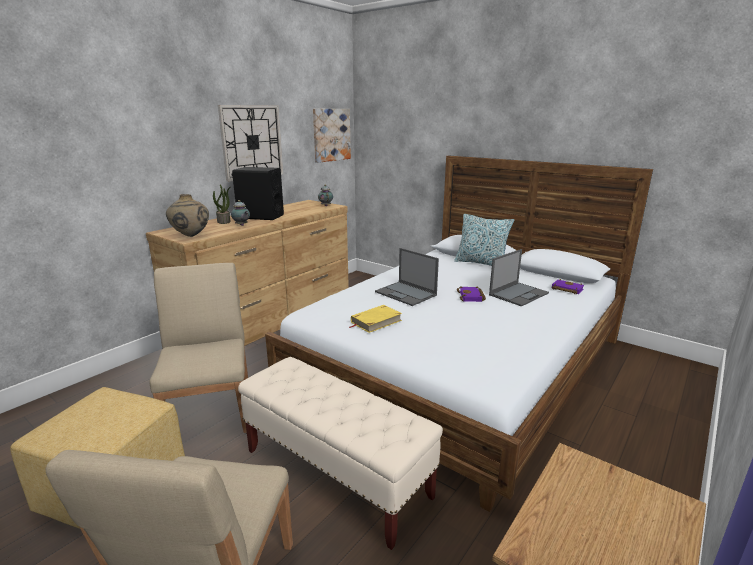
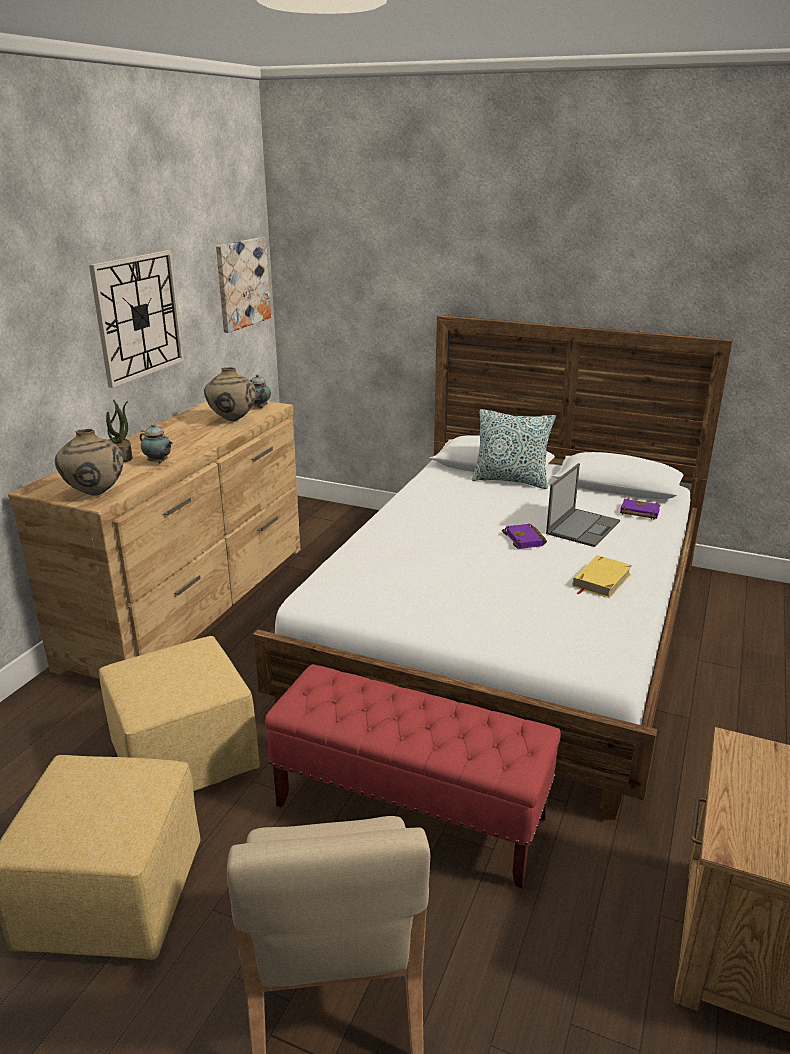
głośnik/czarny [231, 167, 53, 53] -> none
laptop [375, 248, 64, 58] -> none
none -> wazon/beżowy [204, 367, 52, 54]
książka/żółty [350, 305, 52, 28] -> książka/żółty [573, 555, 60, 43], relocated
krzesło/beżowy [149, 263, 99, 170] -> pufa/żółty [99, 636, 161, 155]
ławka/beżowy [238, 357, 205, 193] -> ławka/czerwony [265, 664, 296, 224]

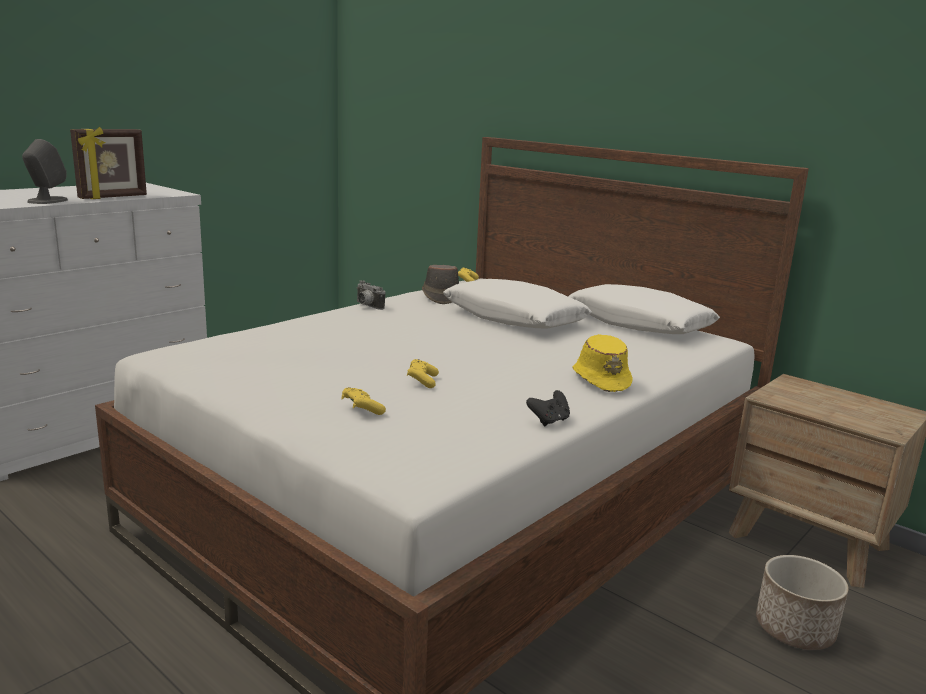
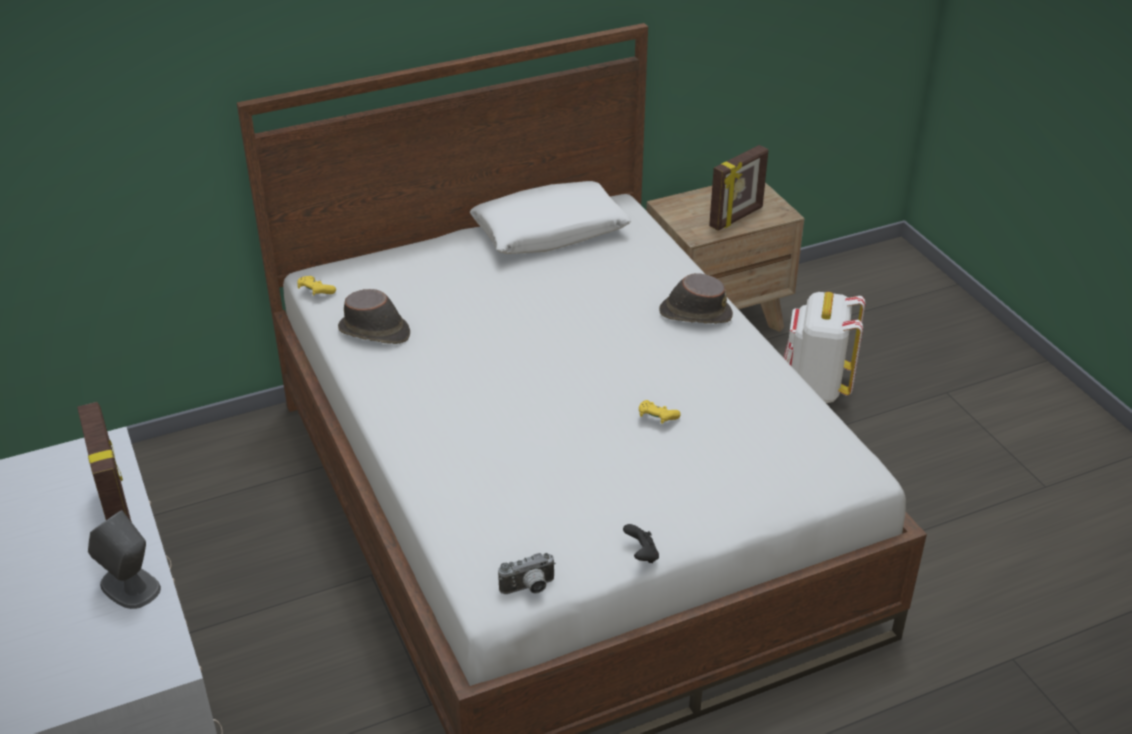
pad do gier/żółty [342, 387, 44, 28] -> none
poduszka/biały [443, 279, 149, 49] -> none
none -> ramka na zdjęcie [709, 145, 60, 86]
aparat fotograficzny [357, 280, 28, 30] -> aparat fotograficzny [498, 553, 58, 41], relocated
pad do gier/czarny [526, 390, 44, 36] -> pad do gier/czarny [623, 524, 36, 39], relocated
donica [756, 555, 93, 95] -> plecak/biały [784, 292, 81, 111]
kapelusz/żółty [573, 334, 60, 58] -> kapelusz/brązowy [659, 273, 74, 51]

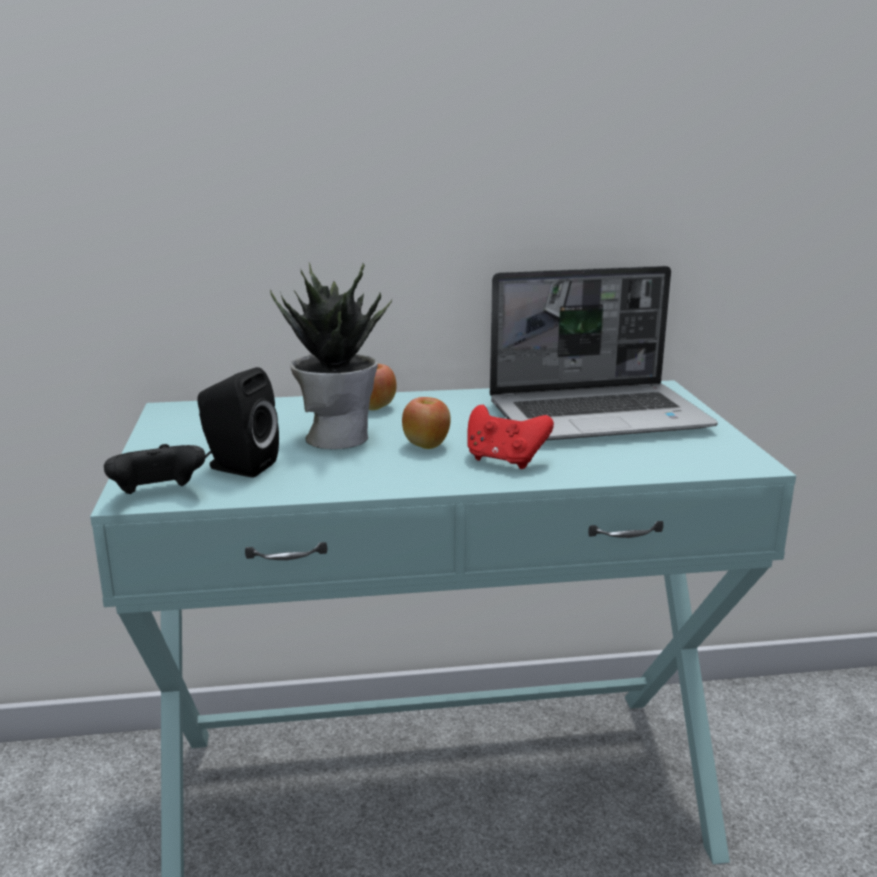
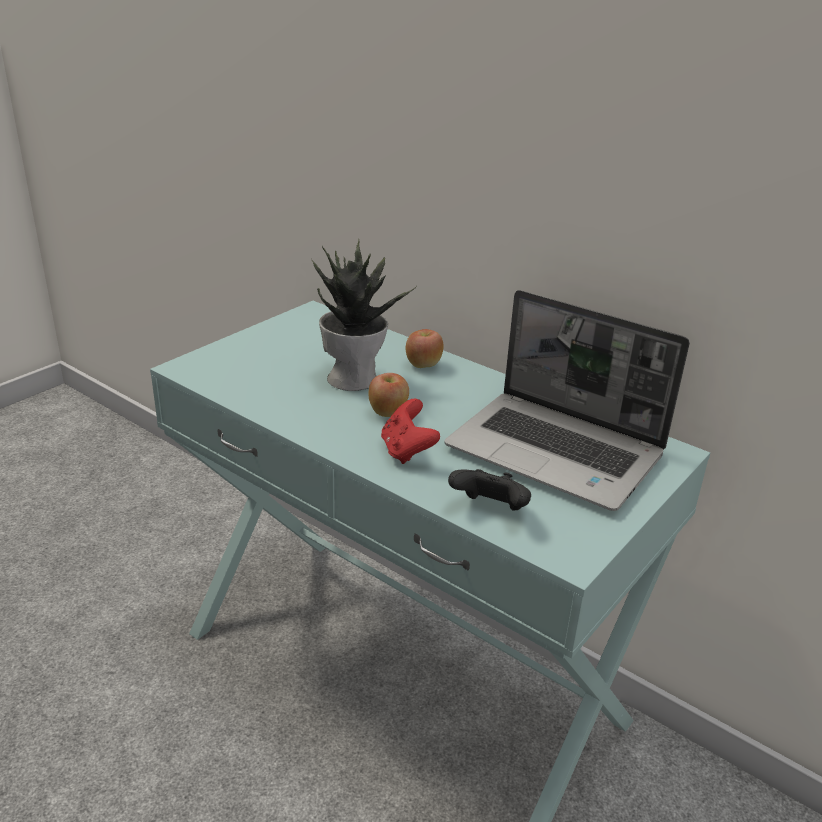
głośnik/czarny [197, 367, 82, 111] -> none
pad do gier/czarny [104, 444, 102, 50] -> pad do gier/czarny [448, 469, 83, 42], relocated

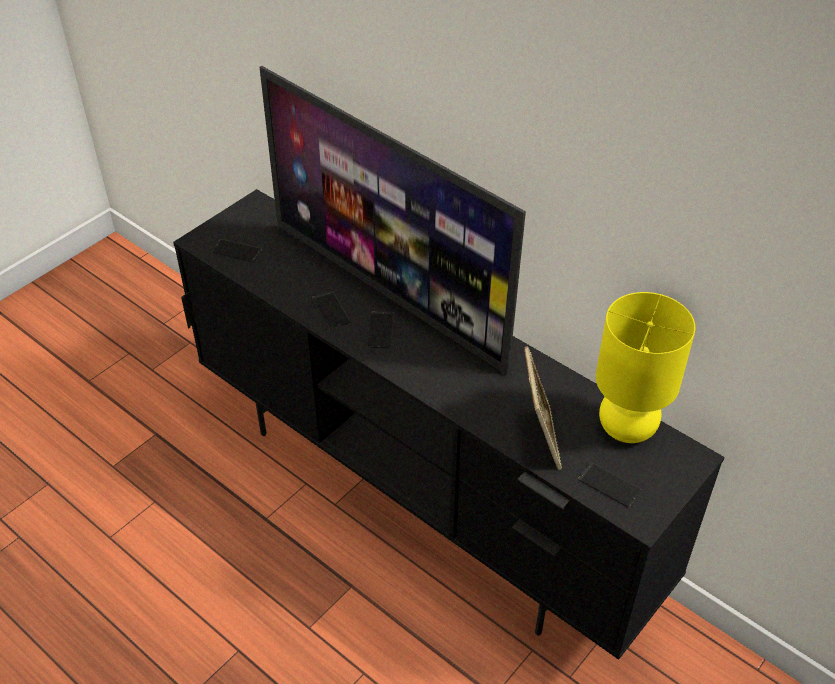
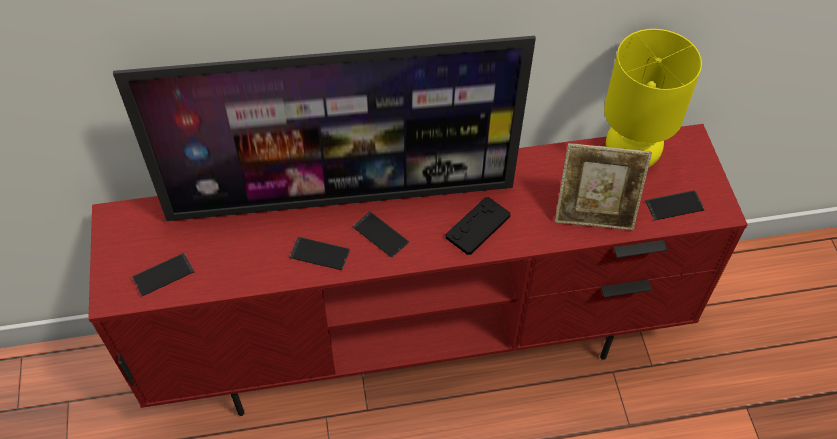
none -> pad do gier/czarny [446, 197, 65, 58]
szafka pod telewizor/czarny [173, 189, 551, 471] -> szafka pod telewizor/czerwony [88, 124, 660, 292]
ramka na zdjęcie [524, 346, 38, 124] -> ramka na zdjęcie [555, 143, 97, 87], 150 degrees clockwise

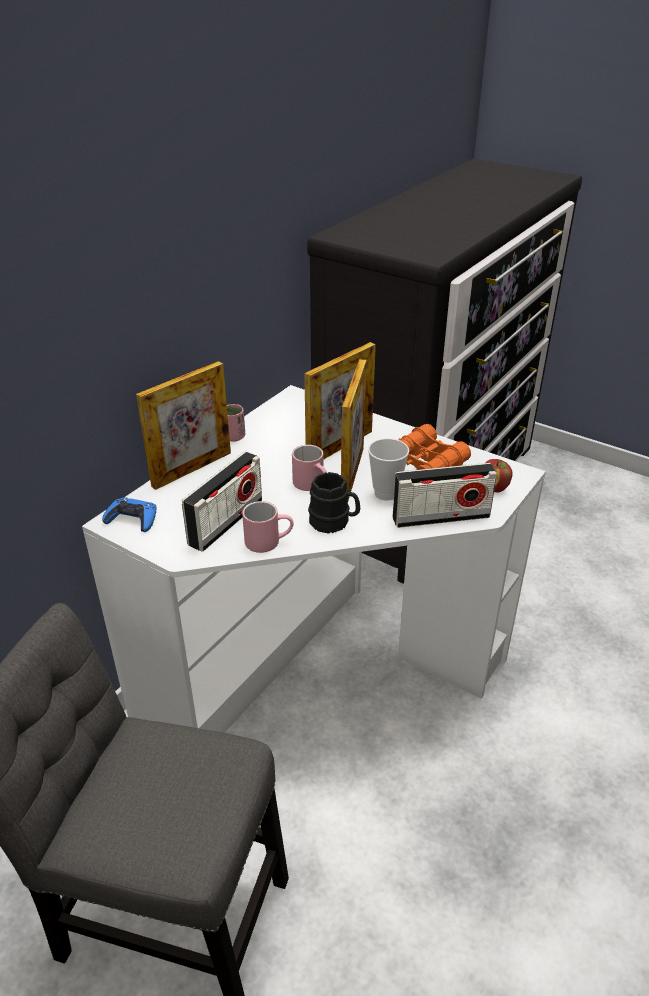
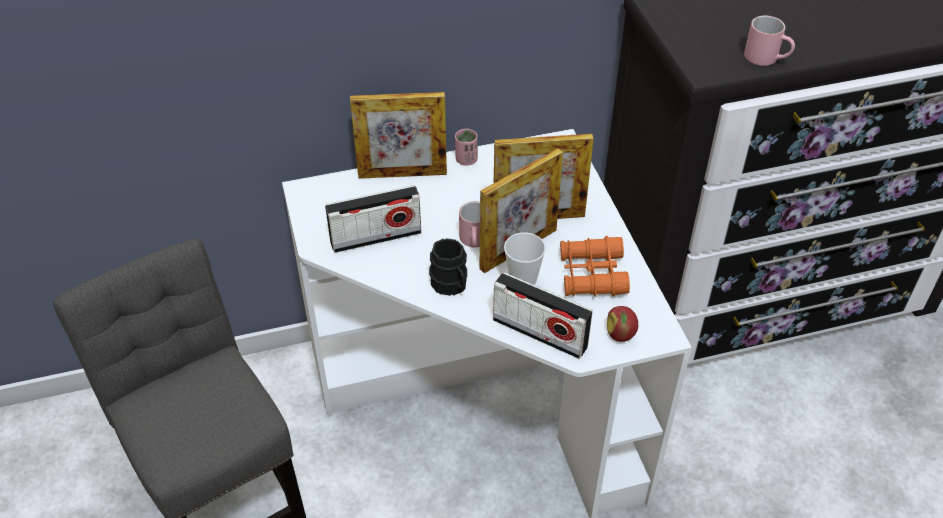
pad do gier/niebieski [102, 498, 54, 34] -> none
kubek/różowy [242, 501, 52, 52] -> kubek/różowy [744, 16, 51, 50], relocated

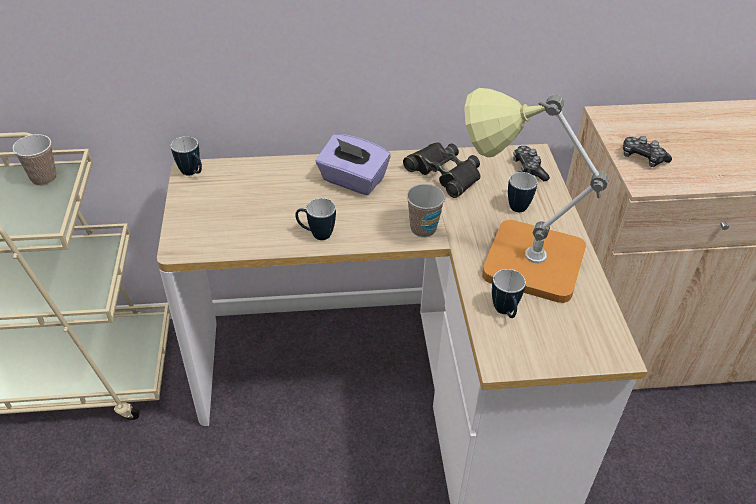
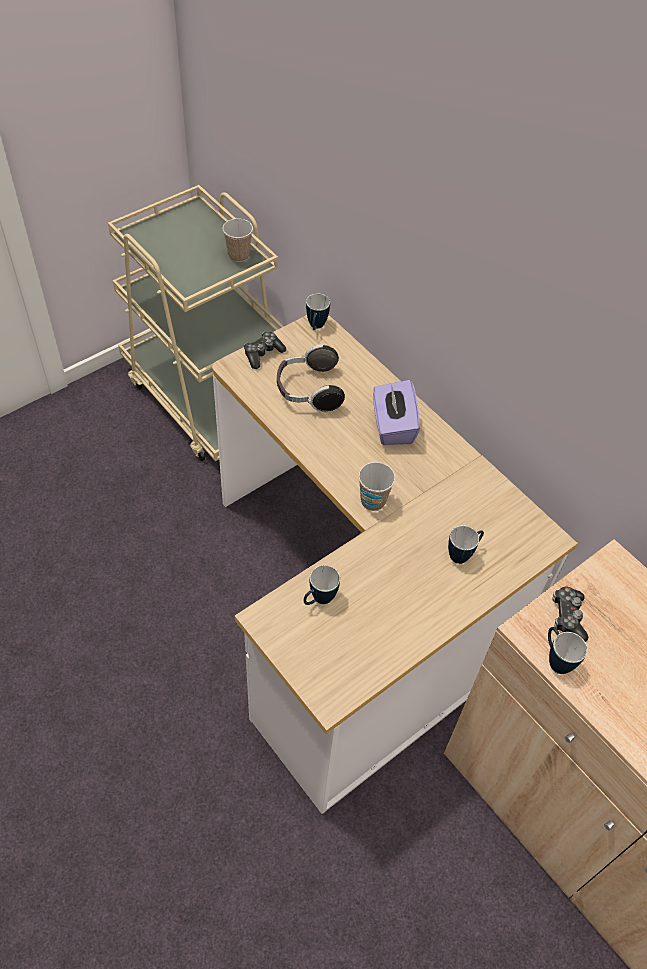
lornetka/czarny [403, 142, 78, 56] -> none
lampa stołowa [464, 88, 145, 215] -> none
none -> słuchawki [277, 344, 68, 68]
kubek [295, 198, 41, 42] -> kubek [548, 627, 39, 47], relocated
pad do gier [513, 146, 37, 35] -> pad do gier [244, 332, 42, 37], relocated

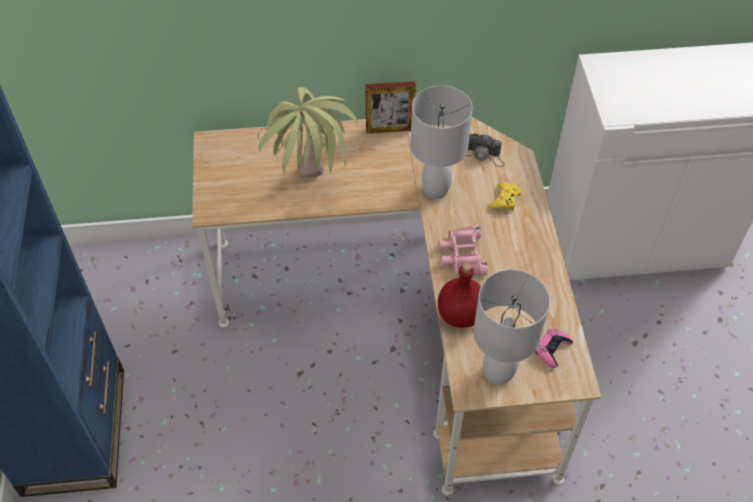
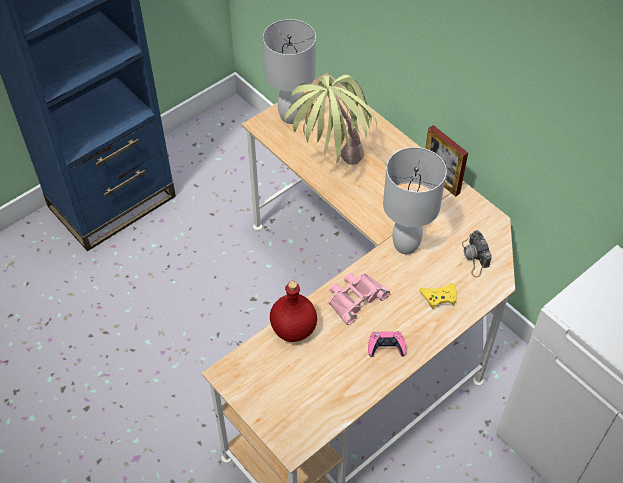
lampa stołowa/biały [473, 270, 77, 115] -> lampa stołowa/biały [263, 19, 53, 105], relocated
pad do gier/różowy [535, 329, 38, 39] -> pad do gier/różowy [368, 331, 38, 26], relocated

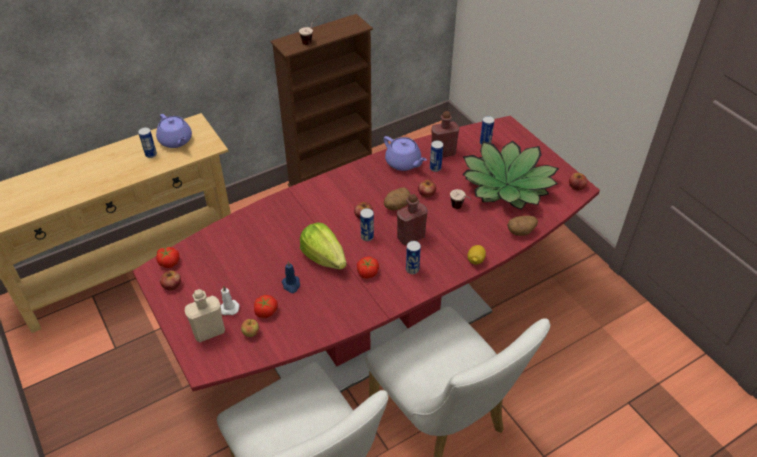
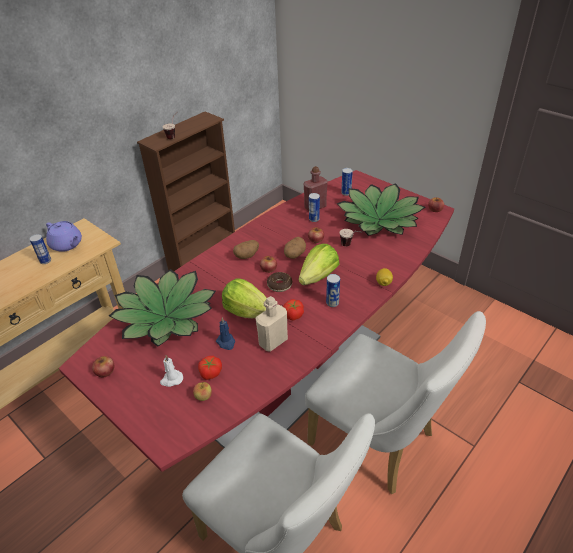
pomidor [156, 247, 23, 21] -> none
imbryk/fioletowy [383, 136, 44, 35] -> none
none -> roślina doniczkowa [109, 269, 107, 78]
butelka/beżowy [185, 289, 40, 53] -> butelka/beżowy [256, 296, 32, 56], relocated
ziemniak [507, 216, 31, 20] -> ziemniak [233, 240, 26, 19], relocated
puszka [360, 208, 14, 33] -> donut [267, 272, 25, 20]
butelka/czerwony [397, 194, 31, 51] -> sałata [299, 244, 41, 41]

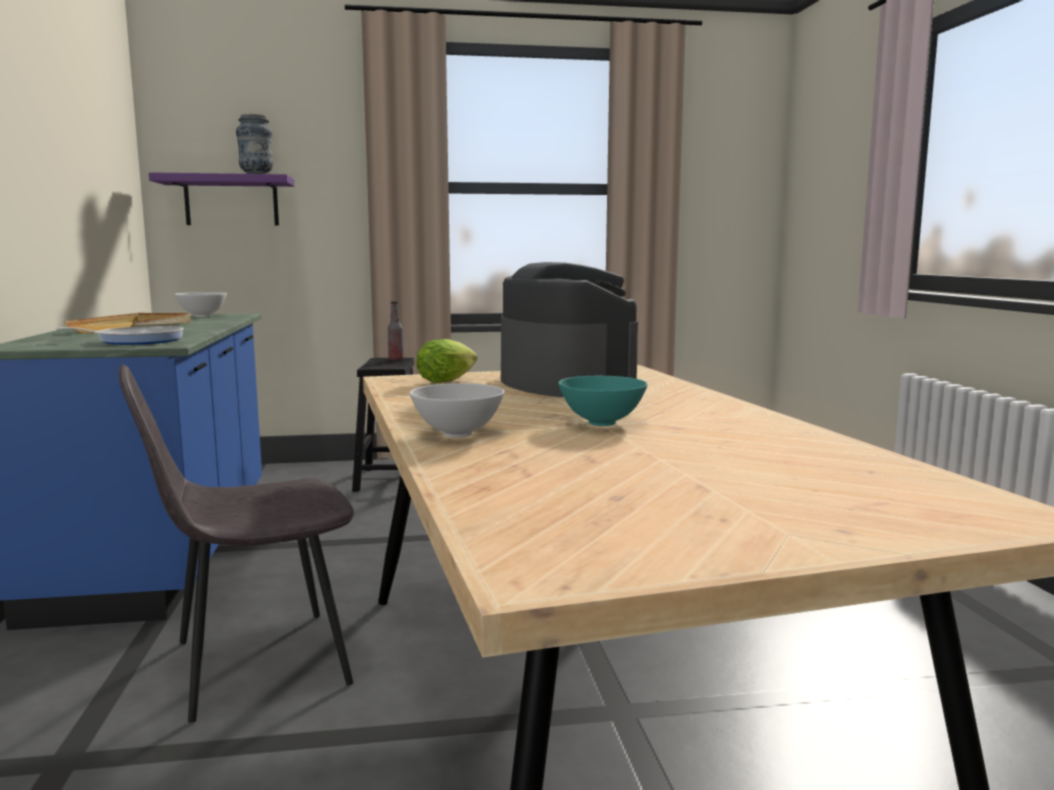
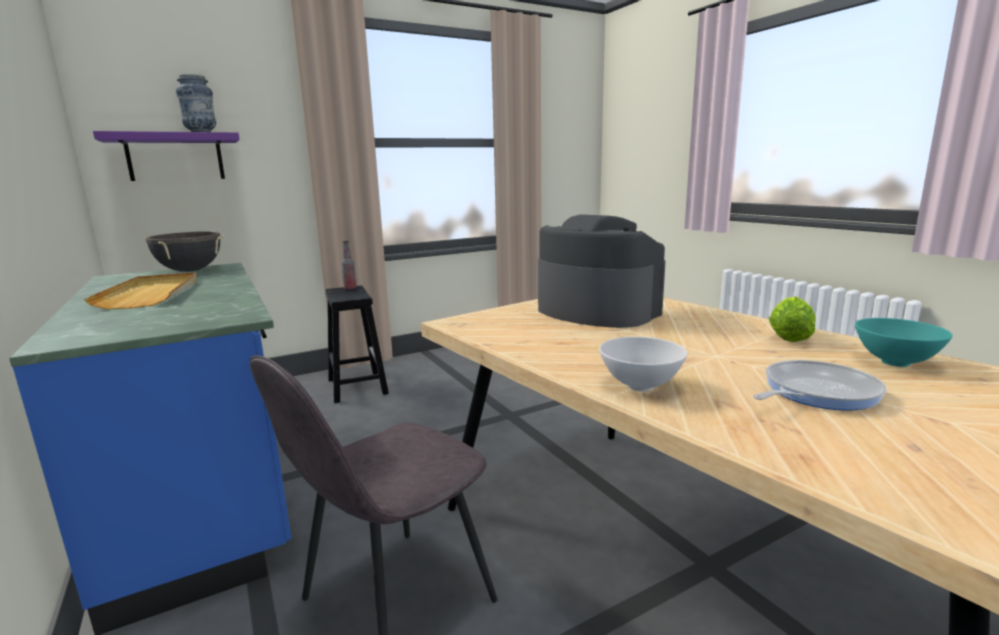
patelnia [56, 326, 127, 19] -> patelnia [753, 360, 133, 51], relocated
sałata [416, 339, 61, 44] -> sałata [769, 296, 47, 46], relocated
miska/turkusowy [558, 376, 89, 50] -> miska/turkusowy [855, 318, 98, 49], relocated
miska/biały [175, 292, 52, 25] -> garnek/czarny [143, 231, 82, 41]

